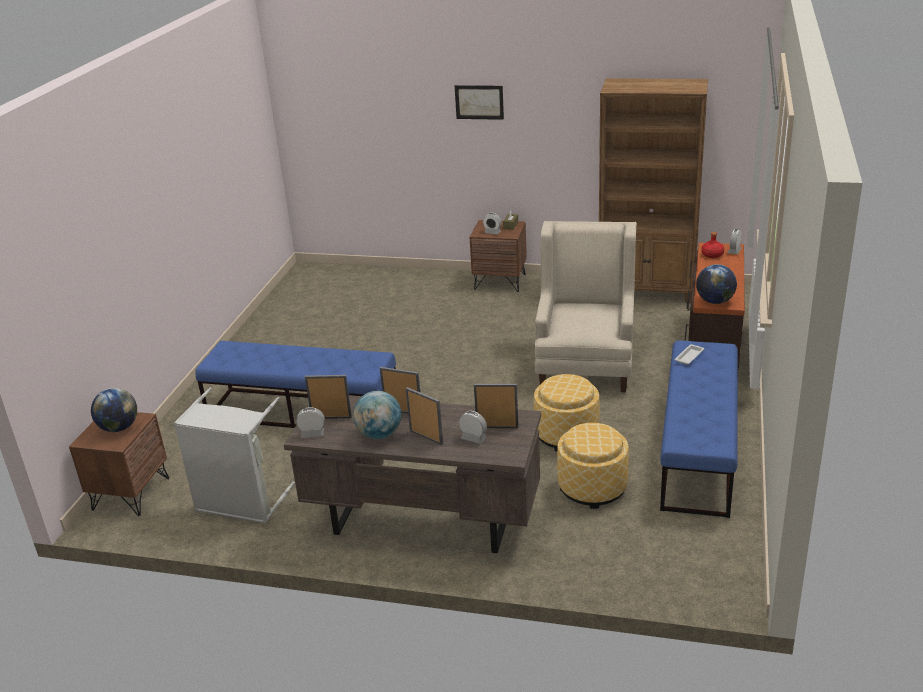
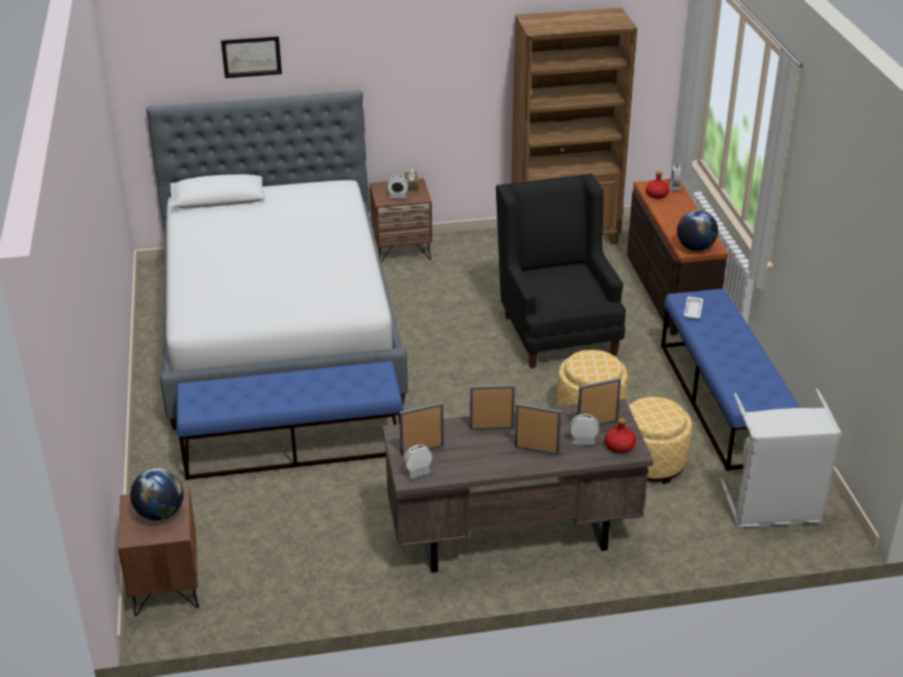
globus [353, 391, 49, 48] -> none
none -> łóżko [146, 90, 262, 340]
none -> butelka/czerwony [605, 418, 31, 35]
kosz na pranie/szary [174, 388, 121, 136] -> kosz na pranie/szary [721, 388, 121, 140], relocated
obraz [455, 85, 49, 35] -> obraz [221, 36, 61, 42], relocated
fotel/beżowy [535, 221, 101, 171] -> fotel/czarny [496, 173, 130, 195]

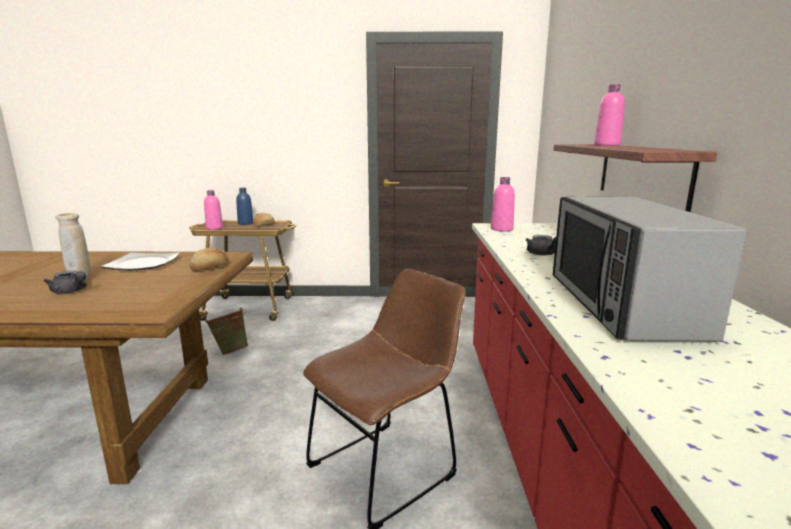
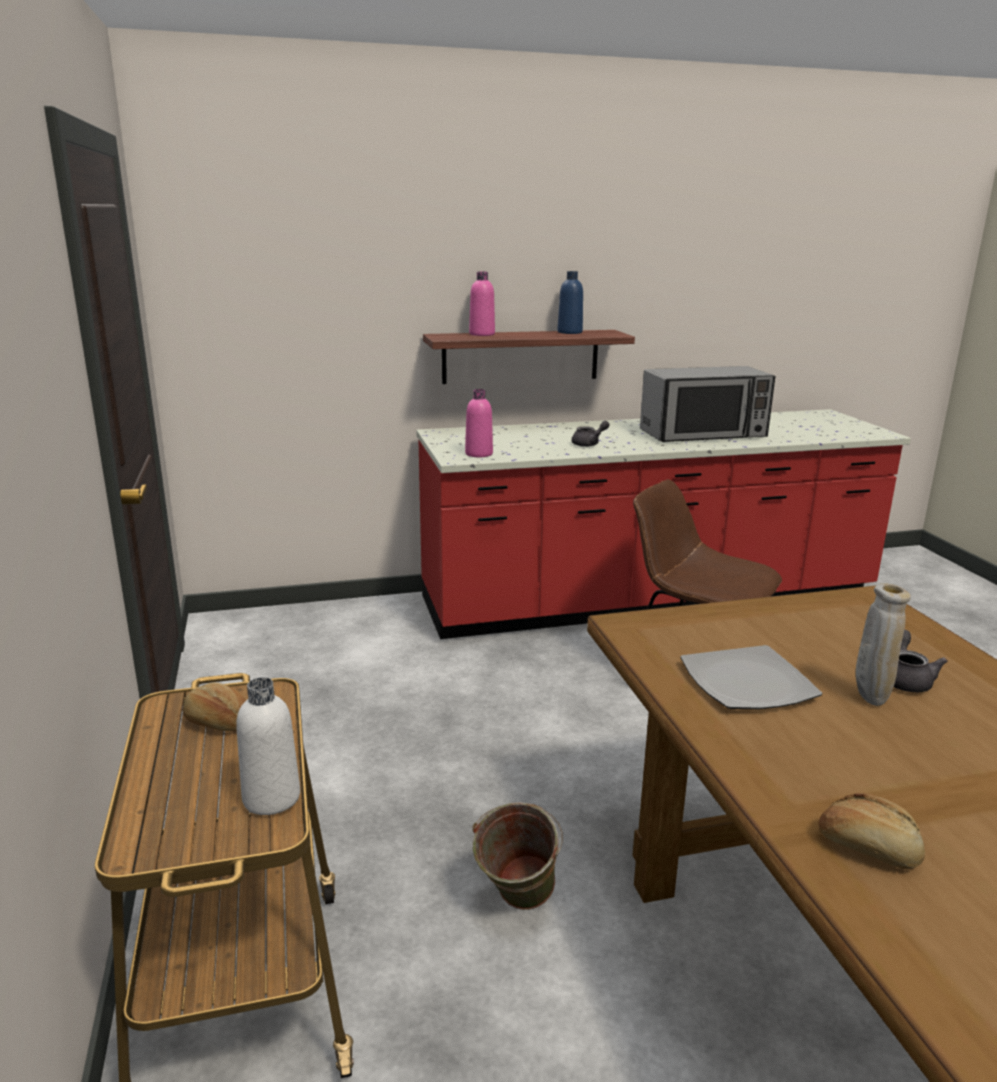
chleb [189, 248, 39, 23] -> chleb [819, 793, 106, 76], relocated
butelka/niebieski [236, 188, 17, 37] -> butelka/niebieski [557, 271, 26, 63], relocated
butelka/różowy [204, 190, 19, 40] -> butelka/biały [236, 677, 64, 138]

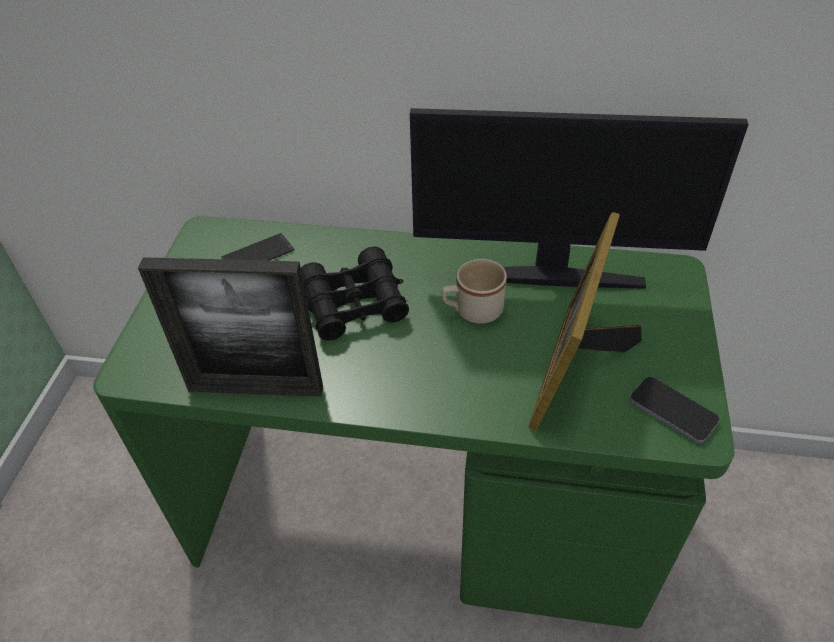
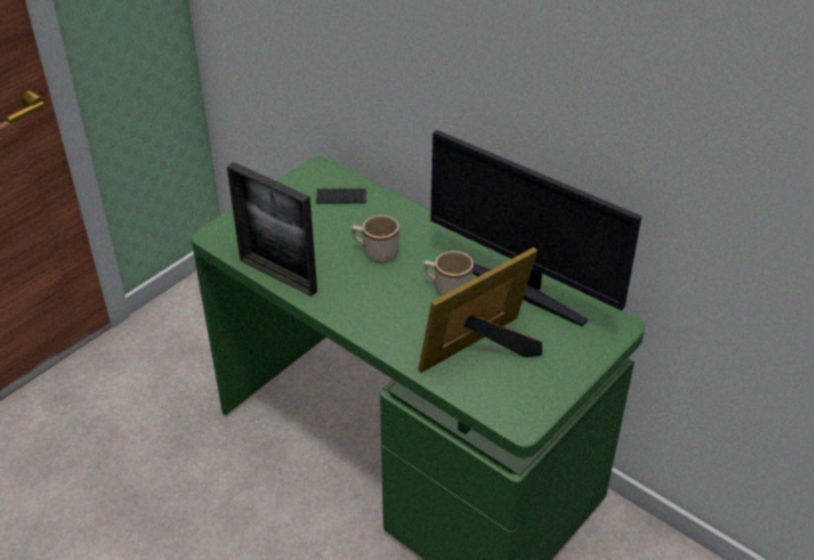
telefon [630, 376, 90, 67] -> none
lornetka/czarny [301, 246, 108, 95] -> kubek/beżowy [352, 215, 47, 48]

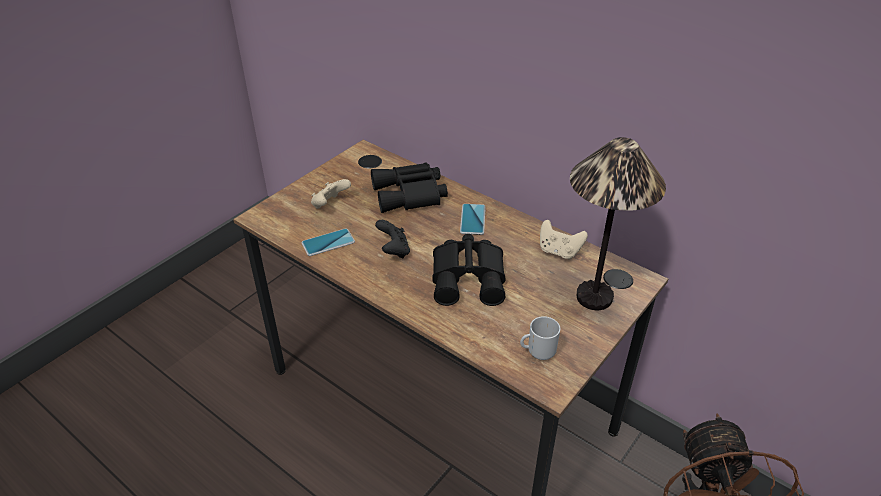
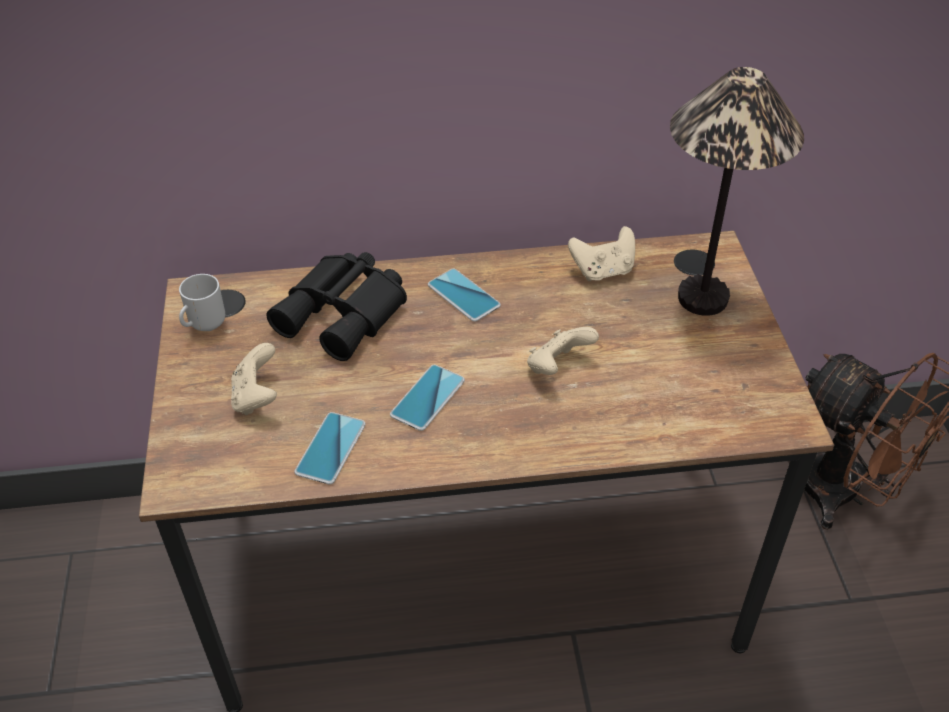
kubek [520, 316, 40, 44] -> kubek [179, 274, 46, 57], relocated
pad do gier/czarny [375, 220, 35, 38] -> telefon [390, 365, 75, 66]
lornetka/czarny [432, 234, 73, 72] -> pad do gier/beżowy [527, 327, 72, 48]

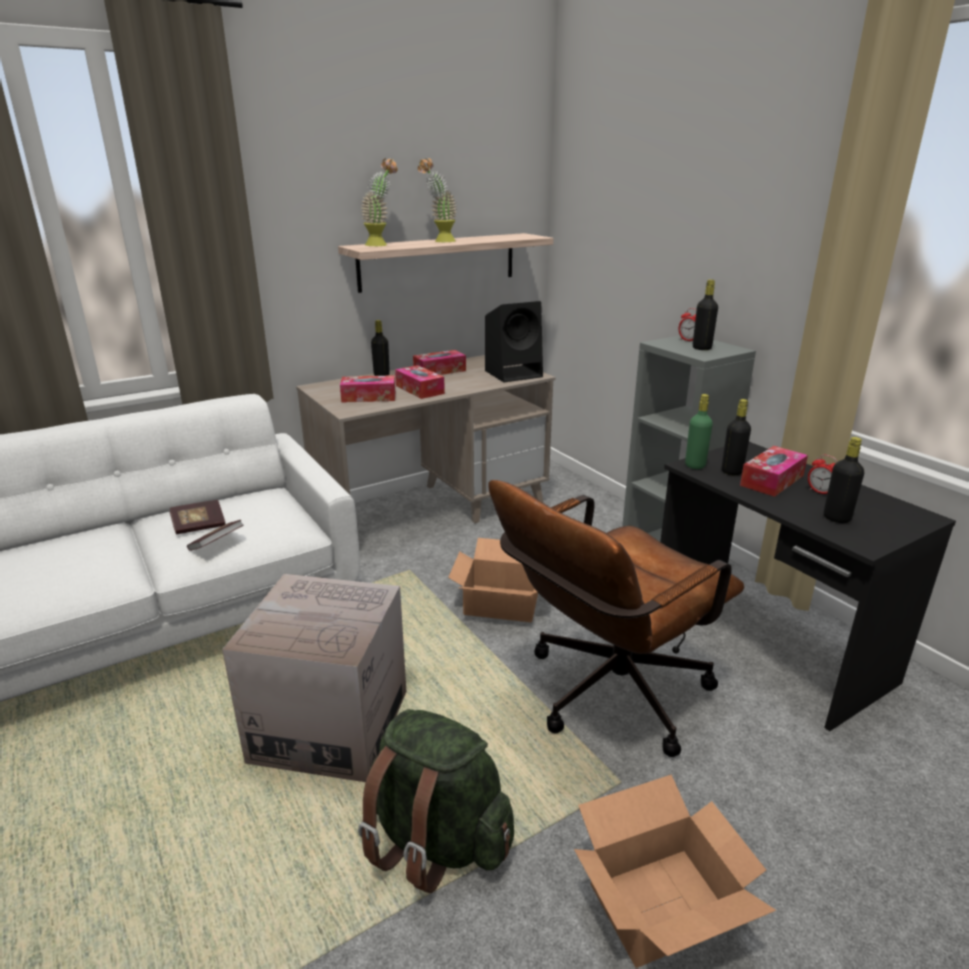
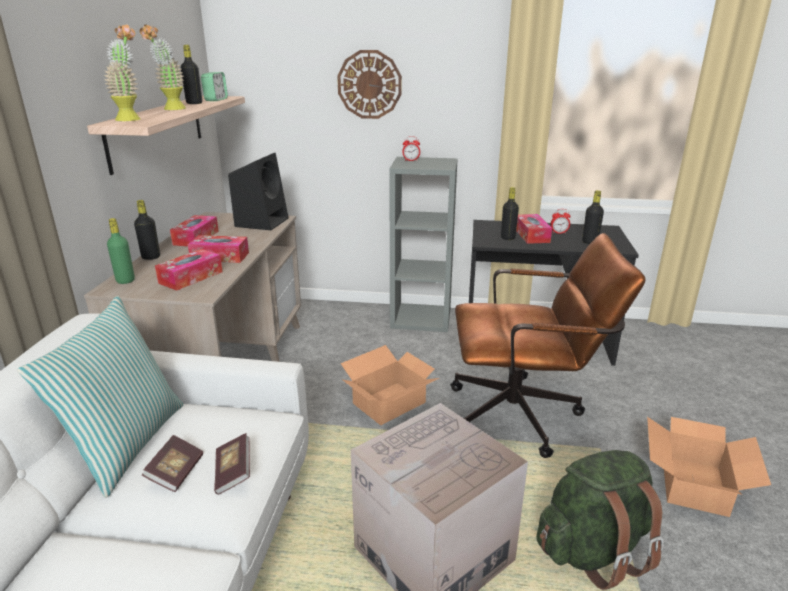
none -> poduszka [17, 296, 166, 202]
none -> budzik [201, 72, 27, 29]
none -> zegar ścienny [337, 50, 65, 69]
butelka/zielony [685, 394, 28, 75] -> butelka/zielony [107, 218, 28, 66], relocated
butelka/czarny [693, 279, 25, 71] -> butelka/czarny [181, 45, 21, 59], relocated
krzesło biurowe/brązowy [489, 480, 255, 277] -> krzesło biurowe/brązowy [450, 233, 195, 225], 90 degrees counterclockwise

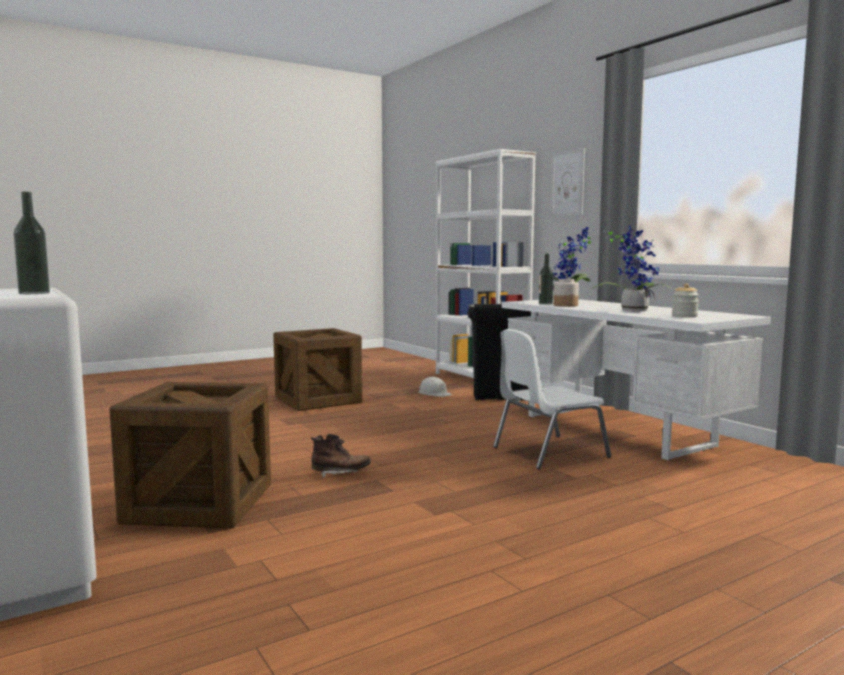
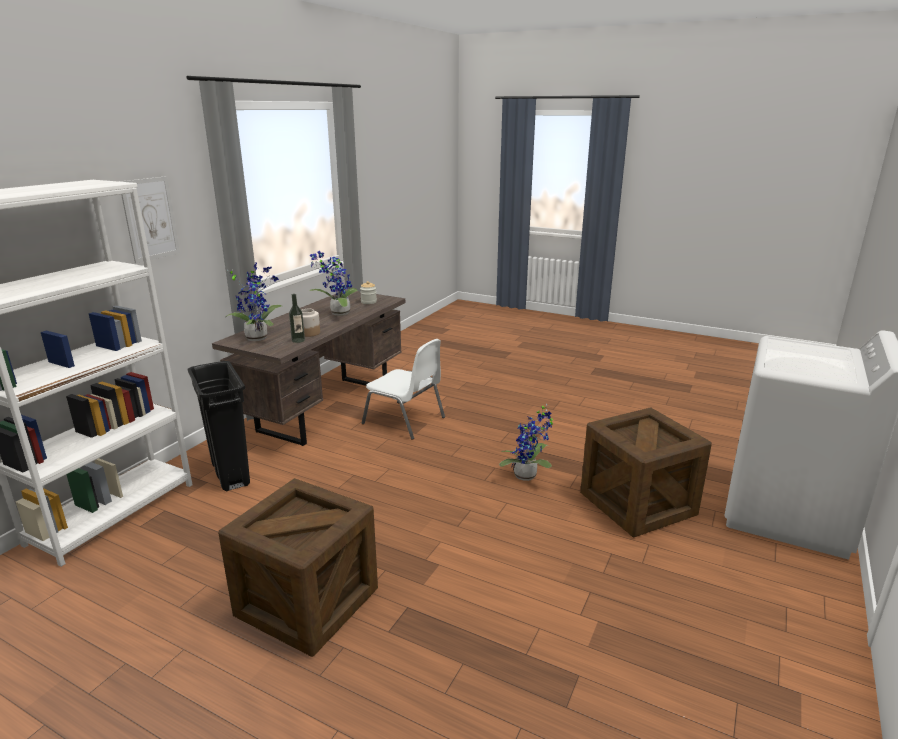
butelka [14, 192, 36, 102] -> none
kask/biały [418, 377, 34, 20] -> none
but z cholewką/brązowy [311, 434, 60, 44] -> roślina doniczkowa [499, 404, 54, 77]
biurko/biały [502, 299, 269, 161] -> biurko/brązowy [212, 290, 193, 156]

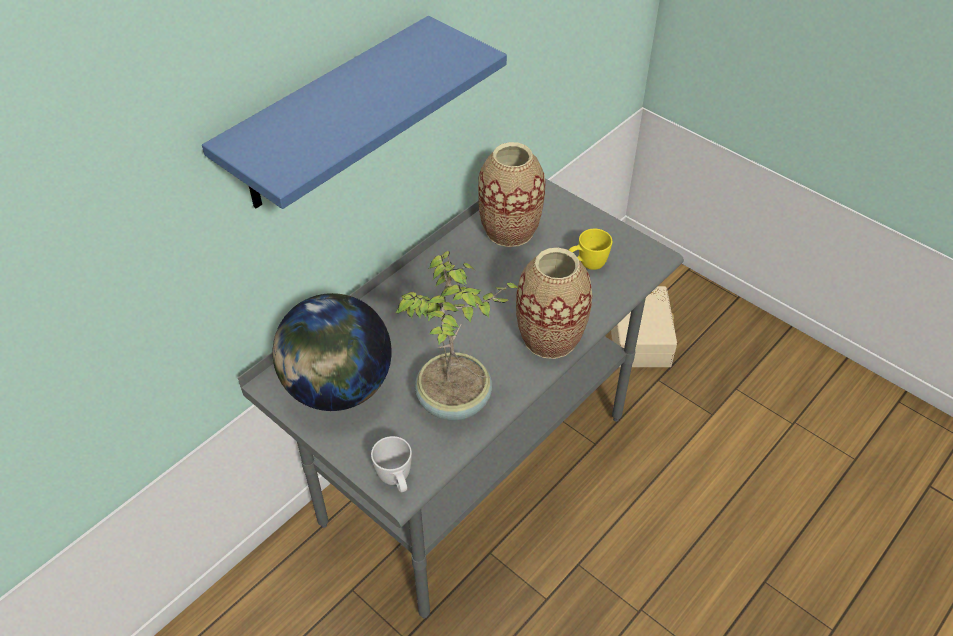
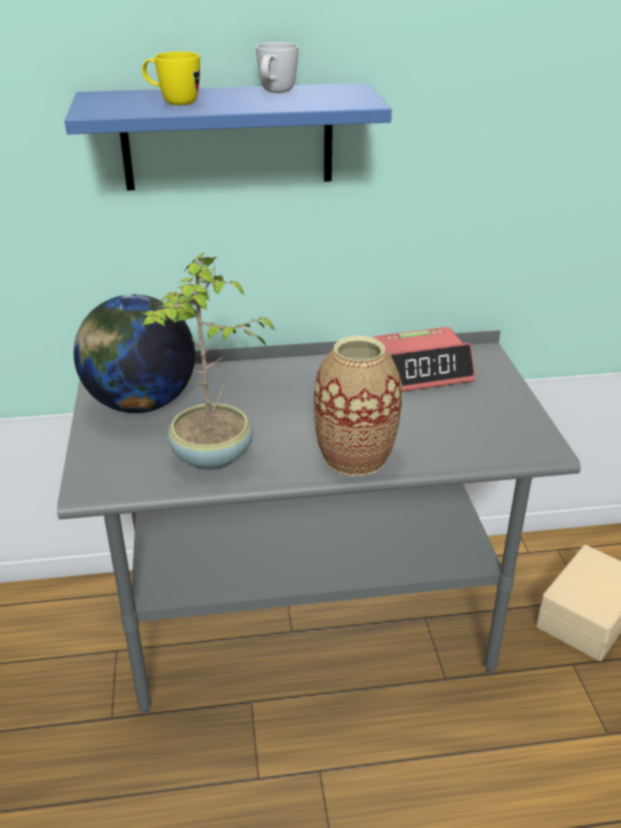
kubek/biały [371, 436, 41, 56] -> kubek/biały [256, 42, 43, 51], relocated
kubek/żółty [569, 229, 43, 41] -> kubek/żółty [142, 52, 58, 53], relocated
wazon [478, 142, 68, 105] -> budzik [373, 327, 102, 65]

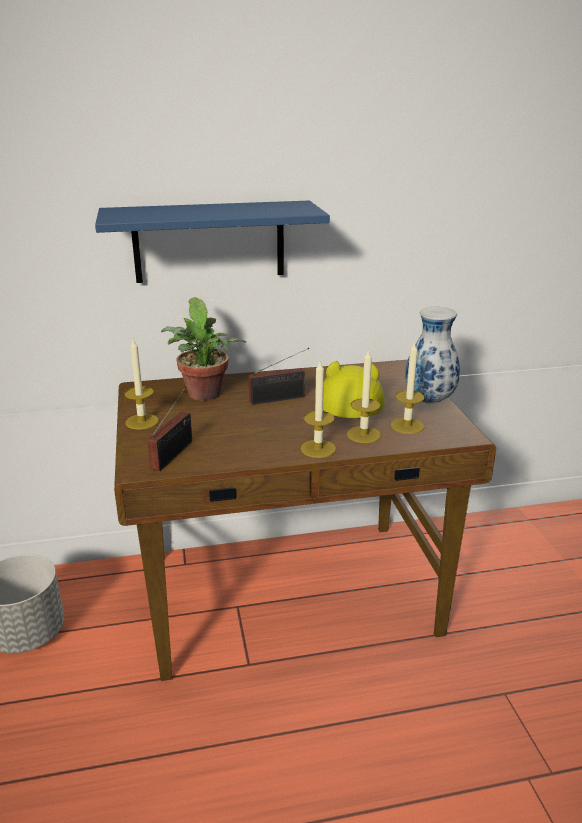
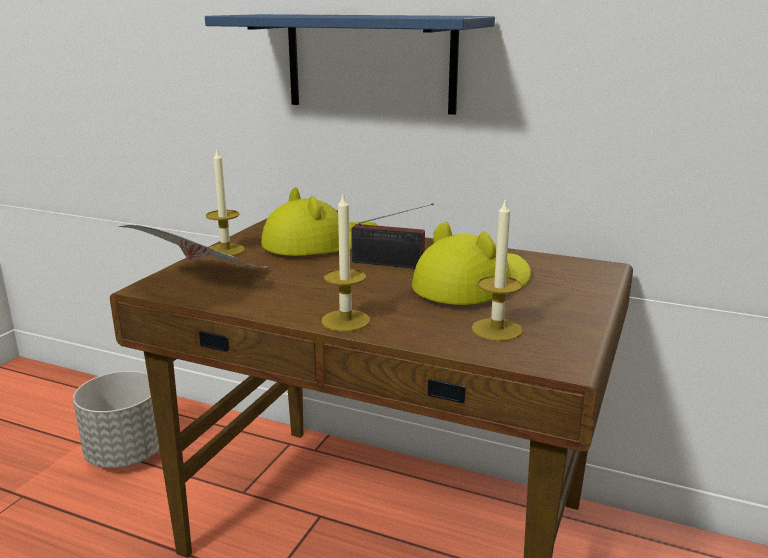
świeca [347, 348, 34, 95] -> none
wazon [405, 307, 55, 97] -> none
radio [148, 386, 44, 85] -> gazeta [119, 225, 145, 43]
roślina doniczkowa [161, 297, 85, 104] -> kapelusz/żółty [261, 188, 117, 68]

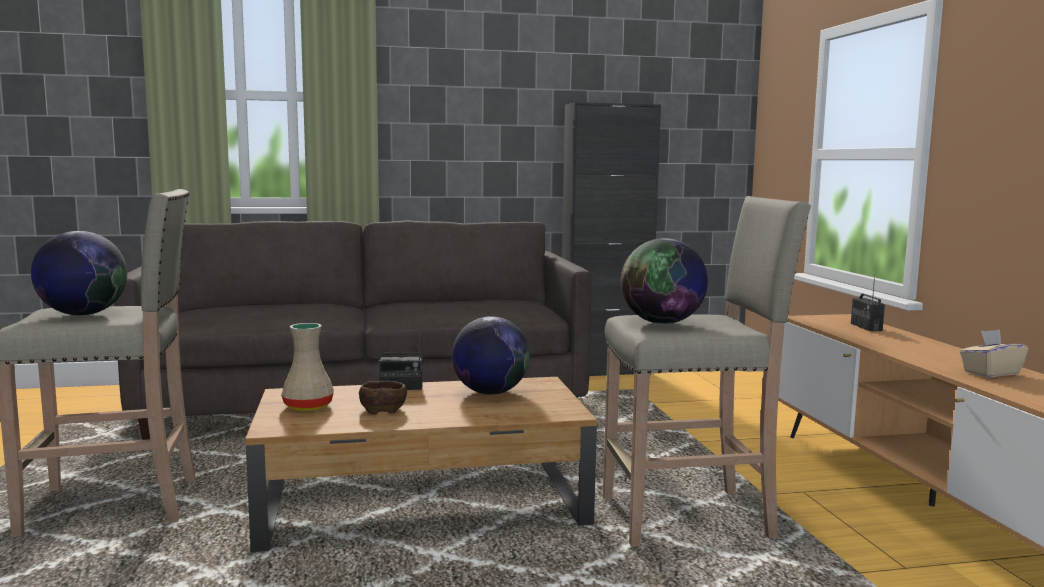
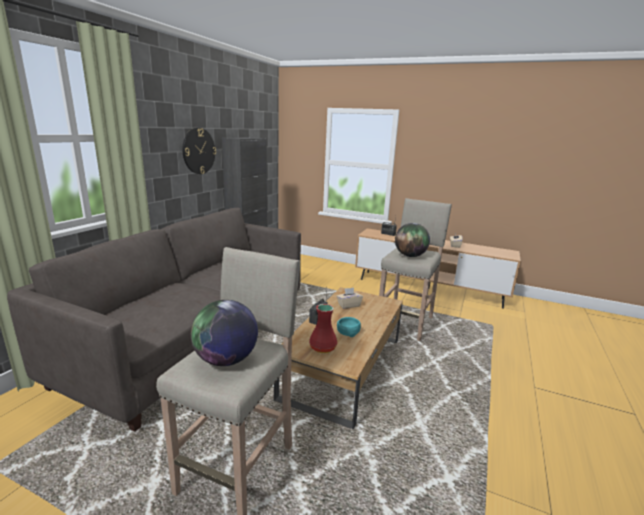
none -> zegar ścienny [182, 128, 34, 46]
globus [452, 316, 78, 78] -> pudełko chusteczek/beżowy [337, 288, 26, 21]
wazon/beżowy [281, 323, 53, 88] -> wazon/czerwony [309, 304, 28, 49]
miska/brązowy [359, 381, 48, 34] -> miska/turkusowy [337, 317, 24, 20]

